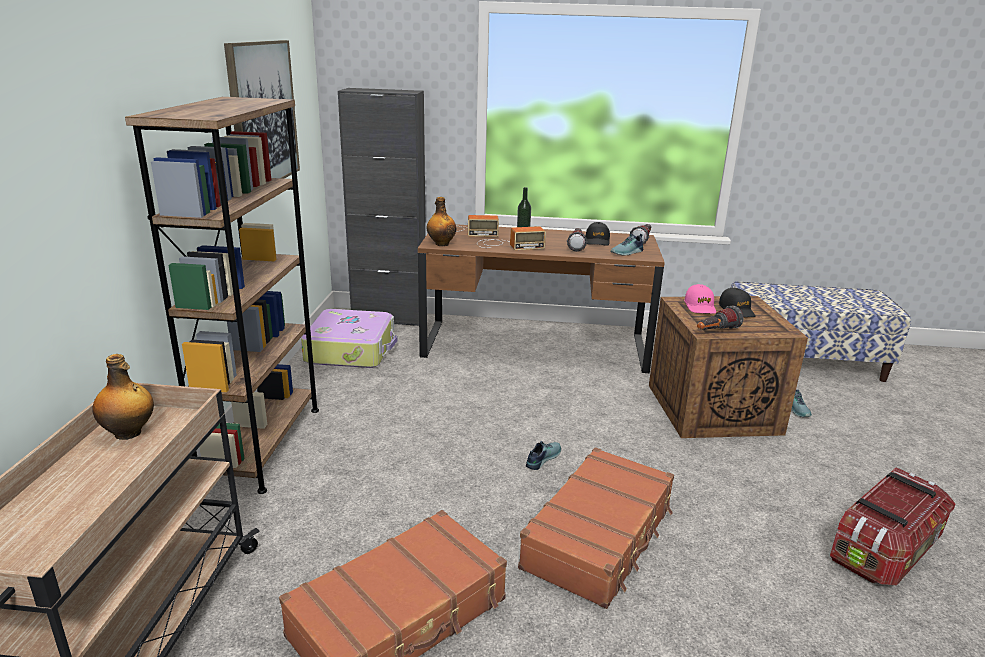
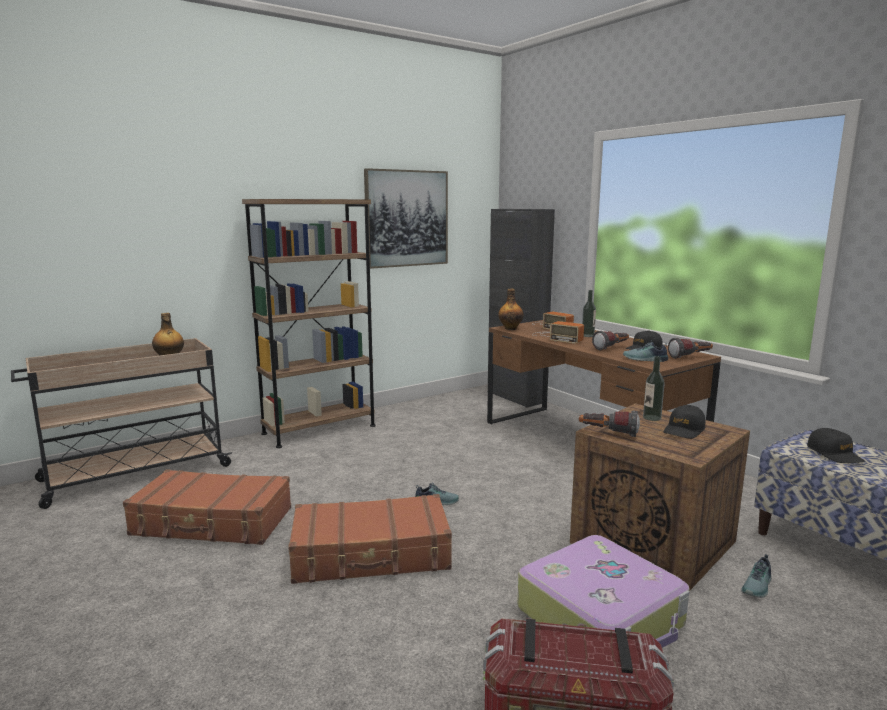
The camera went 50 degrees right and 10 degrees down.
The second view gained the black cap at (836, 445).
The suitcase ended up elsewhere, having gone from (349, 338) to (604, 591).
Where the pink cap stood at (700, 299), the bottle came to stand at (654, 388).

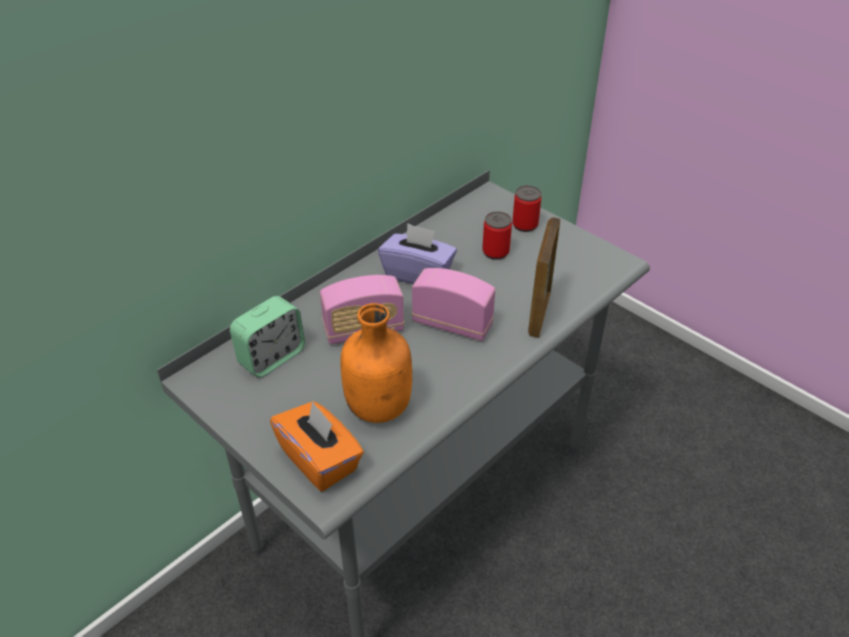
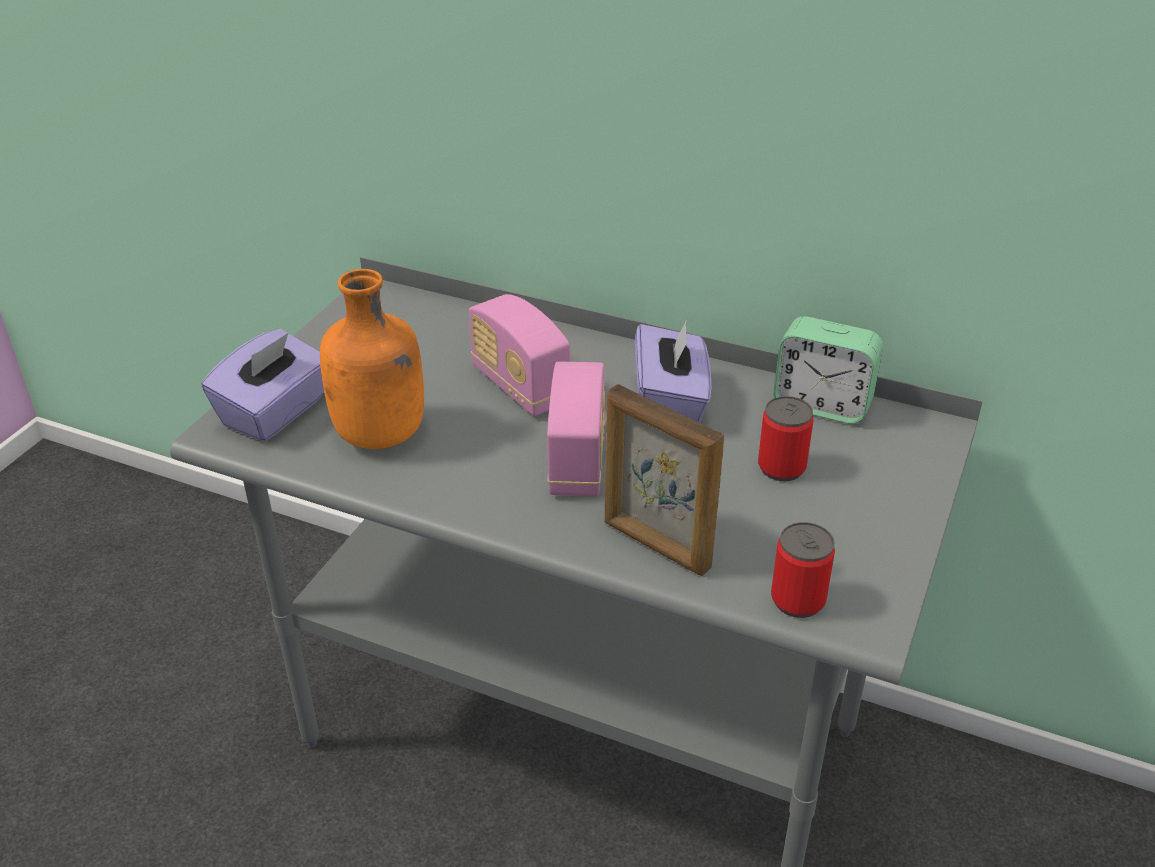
The camera went 70 degrees right and 5 degrees down.
The alarm clock ended up elsewhere, having gone from (267, 336) to (828, 370).
The can ended up elsewhere, having gone from (526, 209) to (803, 570).
What was the orange tissue box at (317, 446) turned into the purple tissue box at (262, 385).
The picture frame at (544, 277) ended up facing another way, 135 degrees counterclockwise from before.

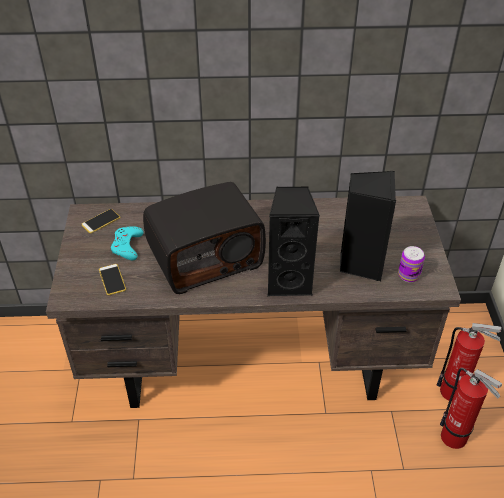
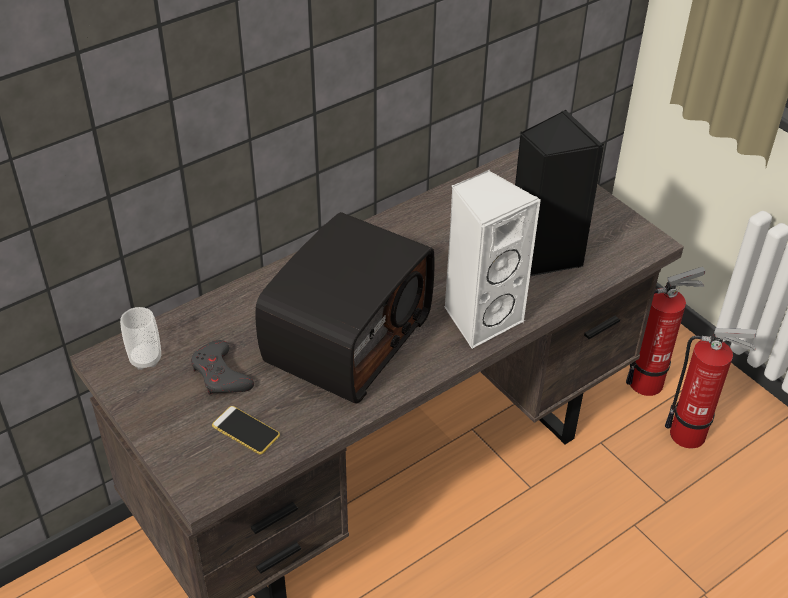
The camera went 35 degrees left and 0 degrees up.
The second view lost the can at (411, 264).
Where the phone stood at (100, 221), the cup came to stand at (140, 338).
What was the turquoise game controller at (127, 243) turned into the grey game controller at (222, 367).
What was the black speaker at (293, 241) turned into the white speaker at (492, 259).

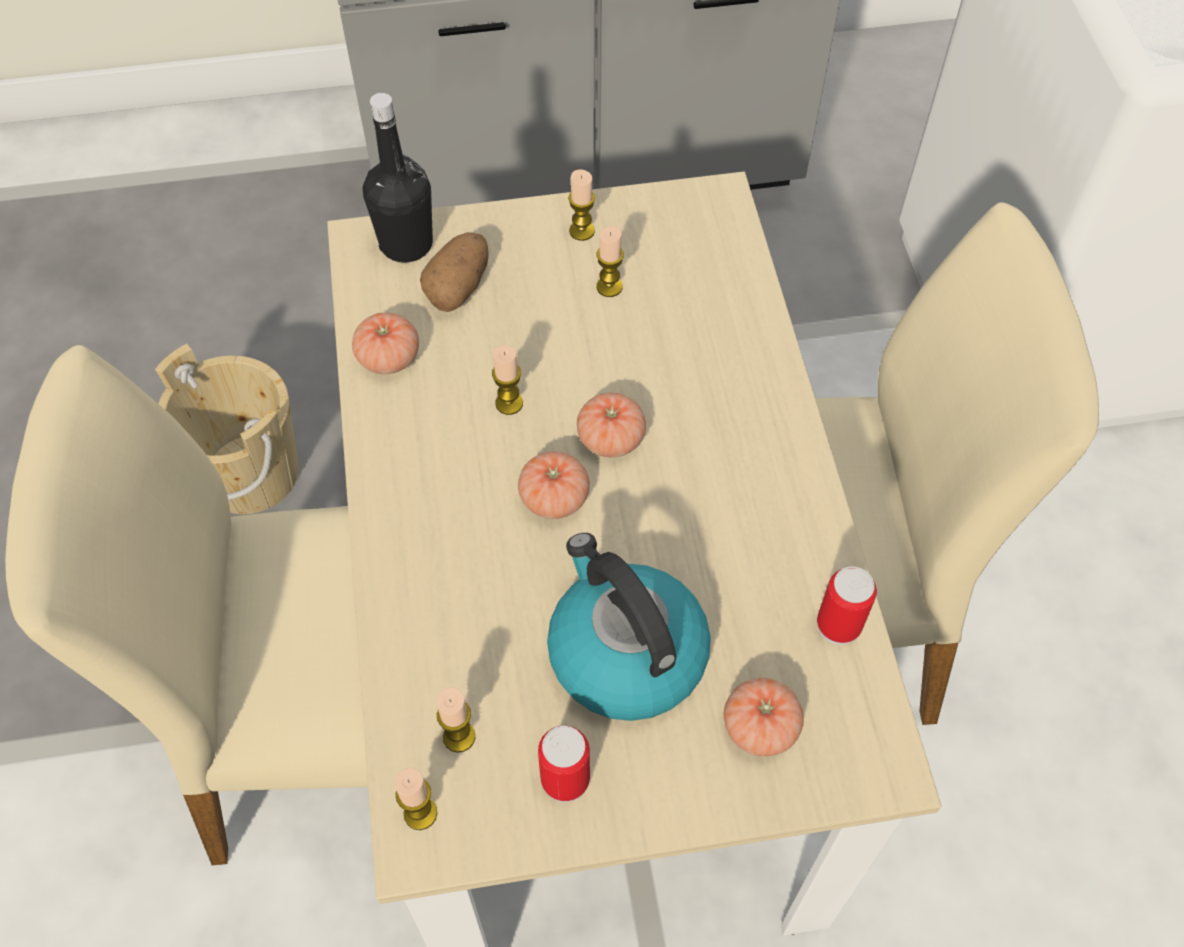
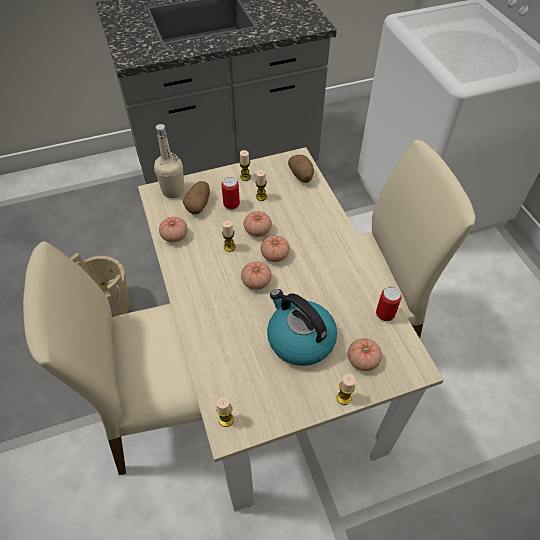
The camera went 10 degrees left and 5 degrees down.
The second view gained the tomato at (258, 224).
The second view gained the potato at (301, 169).
The candle ended up elsewhere, having gone from (456, 720) to (346, 389).
The can ended up elsewhere, having gone from (564, 764) to (230, 194).
What was the black bottle at (398, 178) turned into the beige bottle at (169, 161).

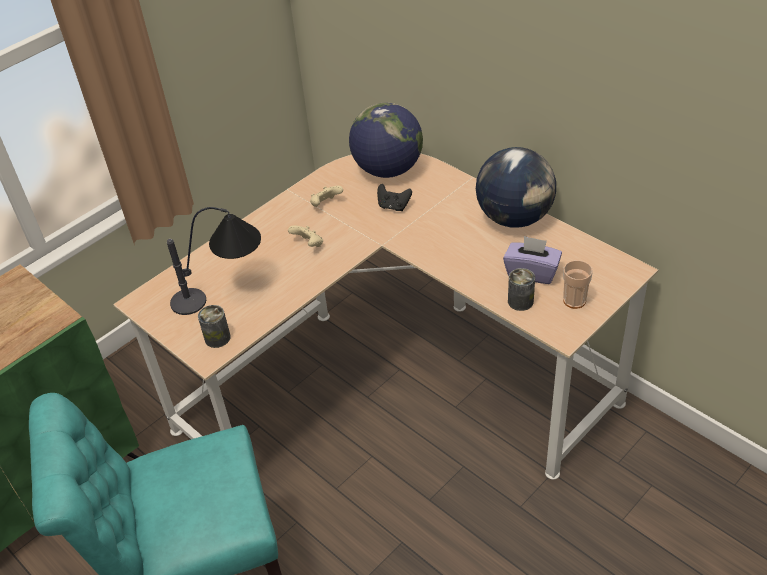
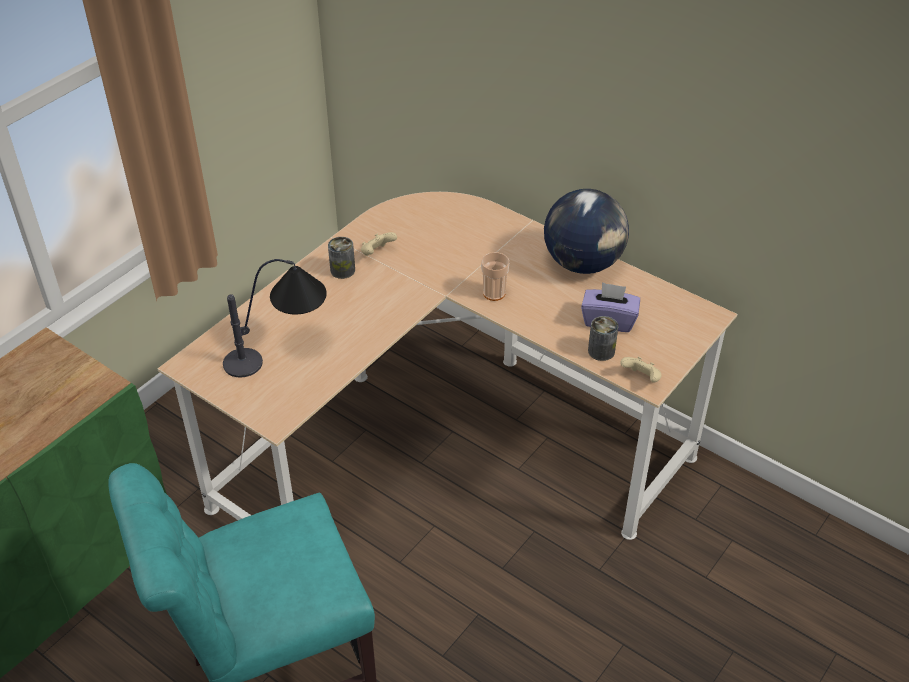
The camera went 10 degrees left and 0 degrees up.
The second view lost the globe at (386, 140).
The second view lost the black game controller at (394, 197).
The can ended up elsewhere, having gone from (214, 326) to (341, 258).
The beige game controller ended up elsewhere, having gone from (305, 236) to (641, 370).
The cup ended up elsewhere, having gone from (578, 284) to (495, 276).

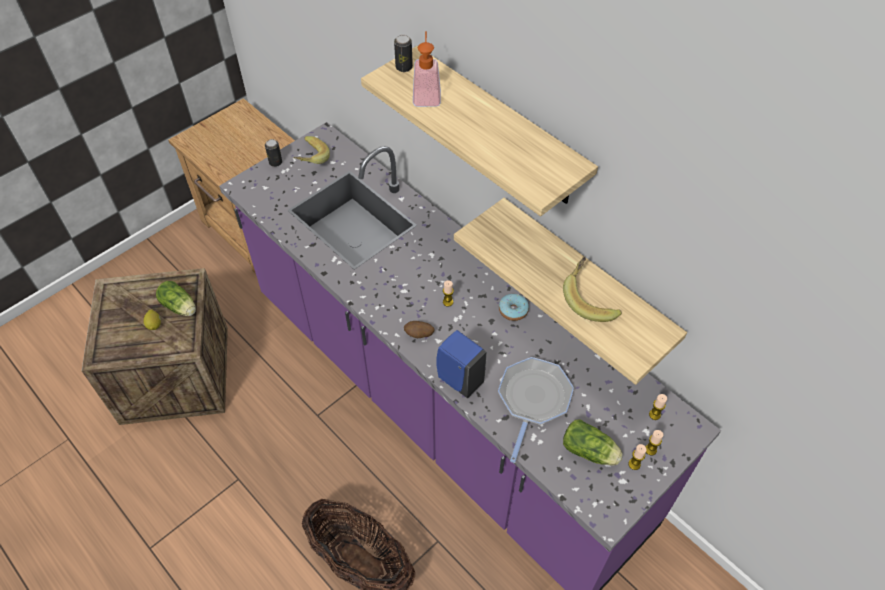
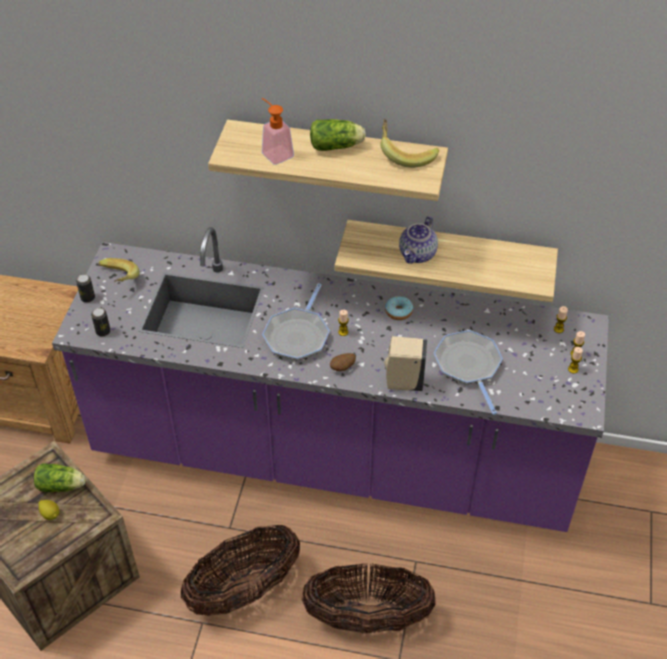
The camera went 35 degrees left and 5 degrees down.
The second view gained the basket at (240, 570).
The second view gained the frying pan at (296, 322).
The second view gained the teapot at (418, 240).
The can ended up elsewhere, having gone from (403, 53) to (100, 322).
The banana ended up elsewhere, having gone from (592, 289) to (409, 143).
The lettuce ended up elsewhere, having gone from (593, 443) to (338, 135).
What was the blue soap dispenser at (461, 364) turned into the beige soap dispenser at (405, 363).

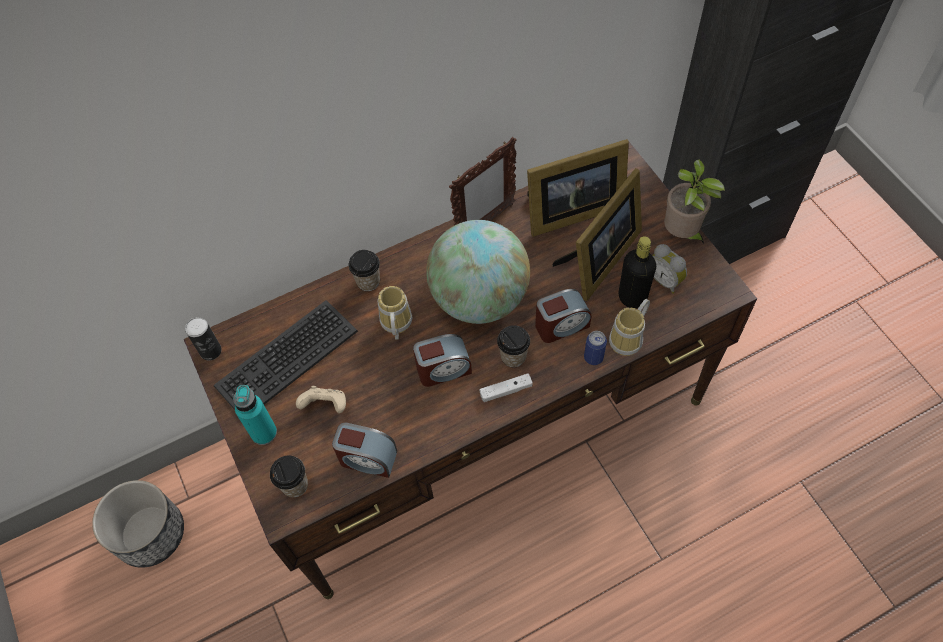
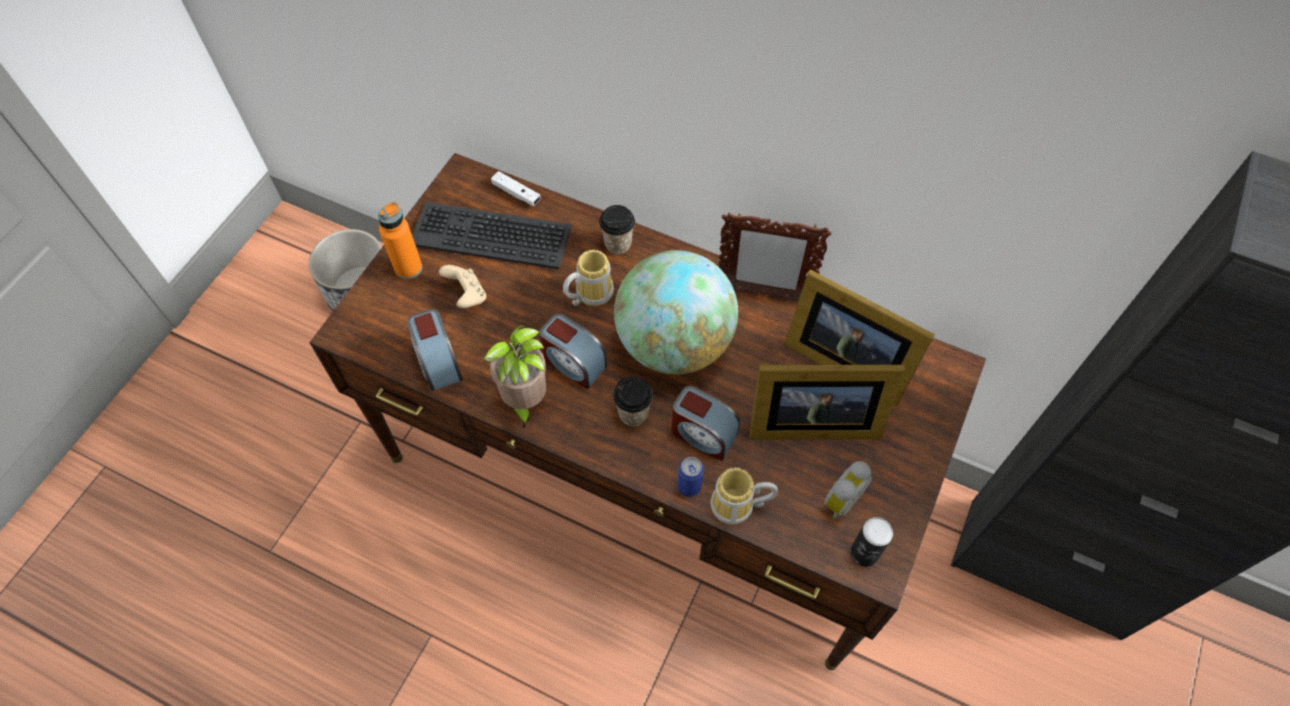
The camera went 50 degrees right and 0 degrees up.
The second view lost the cup at (289, 476).
The second view lost the black bottle at (637, 272).
The can ended up elsewhere, having gone from (203, 338) to (872, 542).
The white game controller ended up elsewhere, having gone from (506, 388) to (516, 188).
The potted plant ended up elsewhere, having gone from (694, 201) to (515, 377).
What was the turquoise bottle at (255, 415) turned into the orange bottle at (400, 240).
The alarm clock at (669, 269) ended up facing another way, 150 degrees counterclockwise from before.

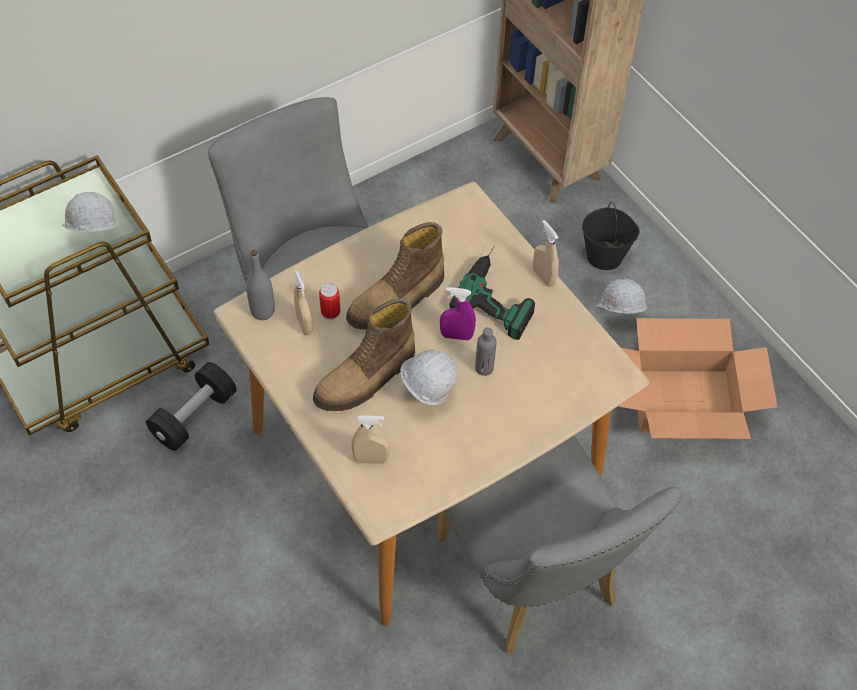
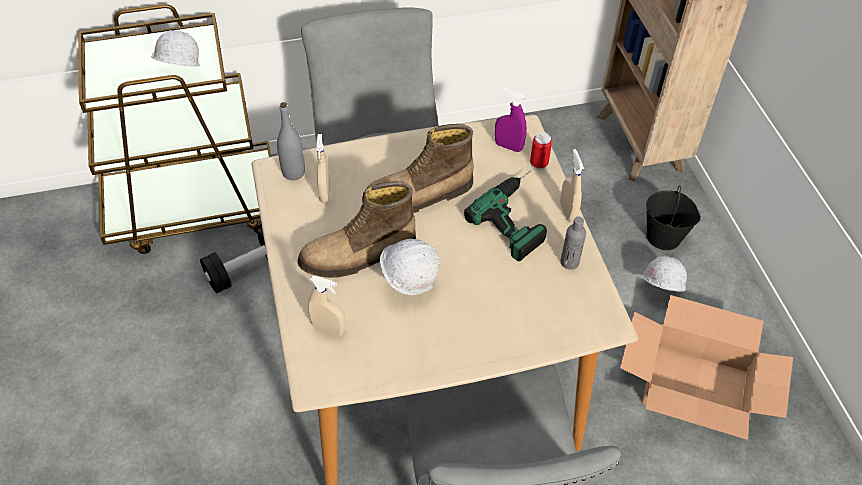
The camera went 20 degrees right and 5 degrees down.
The can ended up elsewhere, having gone from (329, 301) to (541, 151).
The purple spray bottle ended up elsewhere, having gone from (458, 313) to (511, 120).
The grey bottle ended up elsewhere, having gone from (486, 351) to (573, 243).

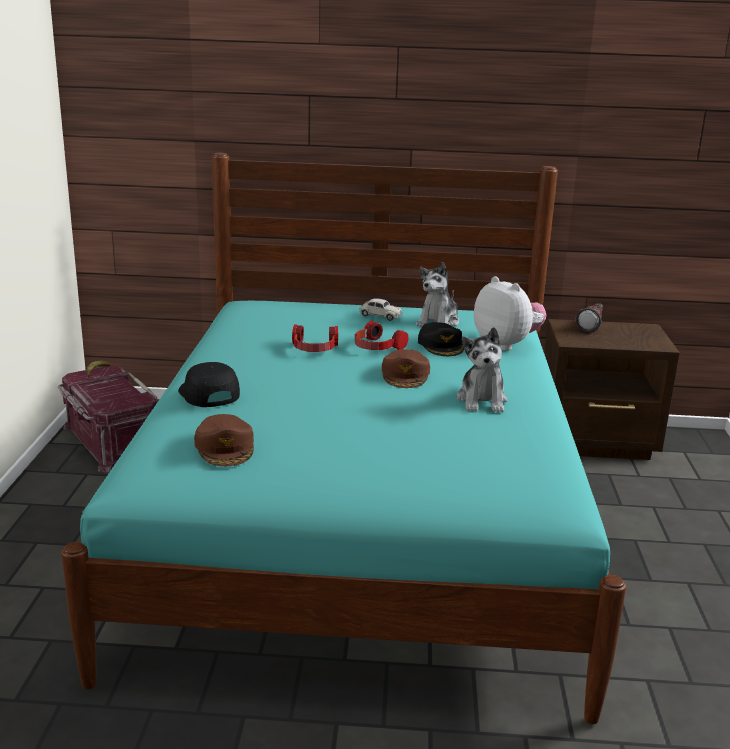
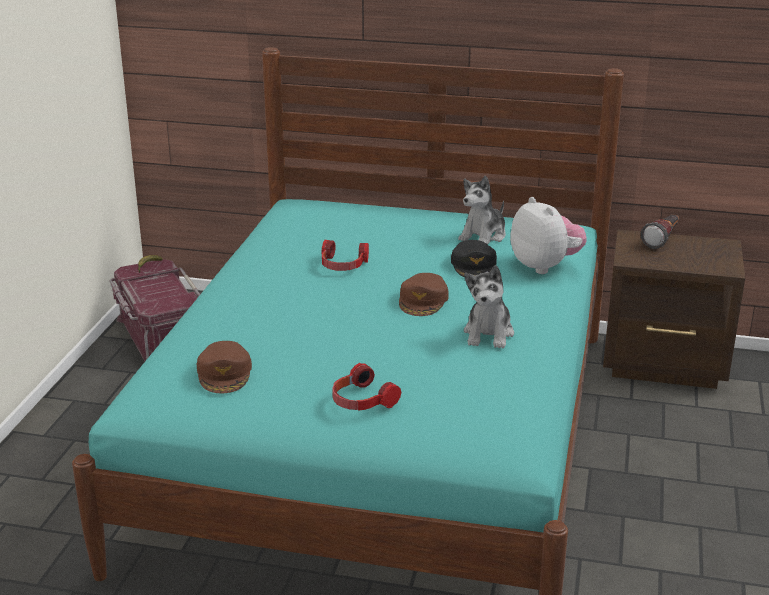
The camera went 10 degrees right and 5 degrees up.
The second view lost the black cap at (209, 384).
The second view lost the white toy car at (381, 309).
The headphones ended up elsewhere, having gone from (382, 335) to (366, 387).

